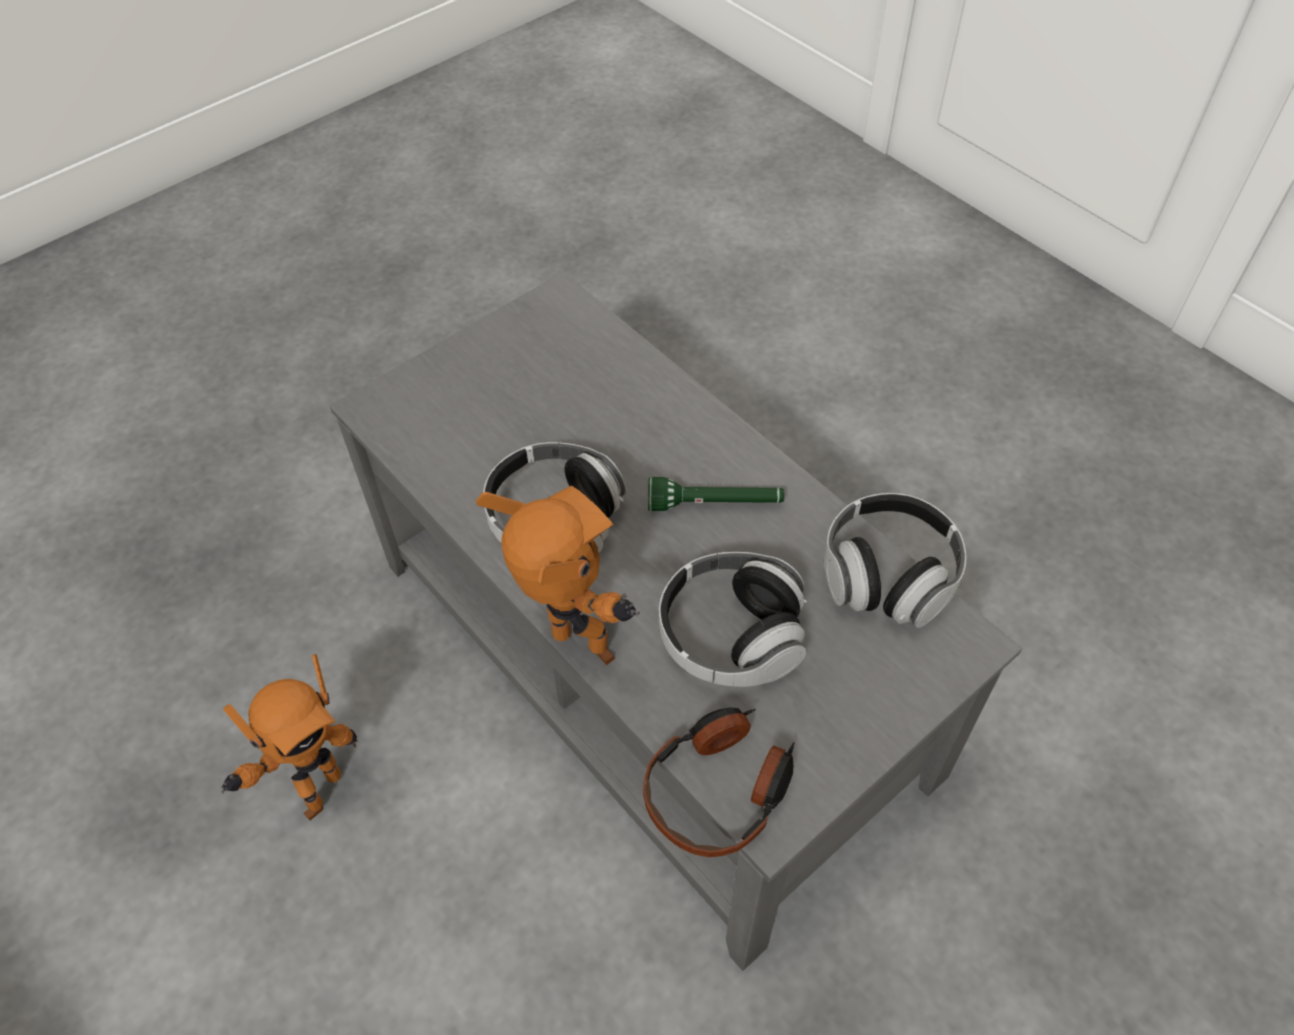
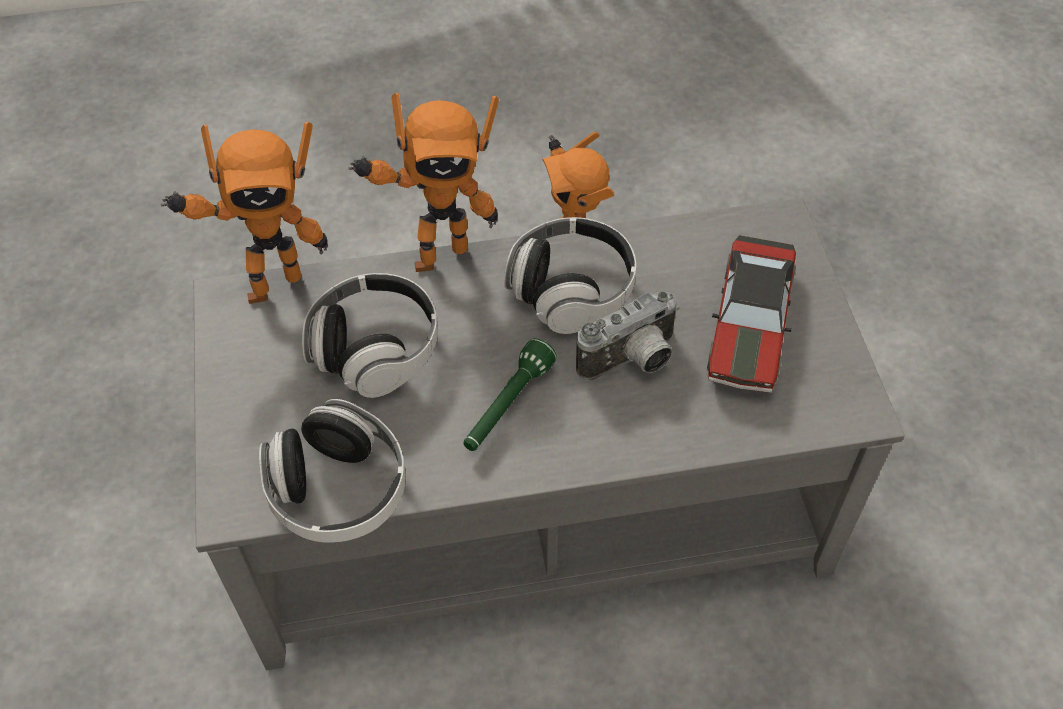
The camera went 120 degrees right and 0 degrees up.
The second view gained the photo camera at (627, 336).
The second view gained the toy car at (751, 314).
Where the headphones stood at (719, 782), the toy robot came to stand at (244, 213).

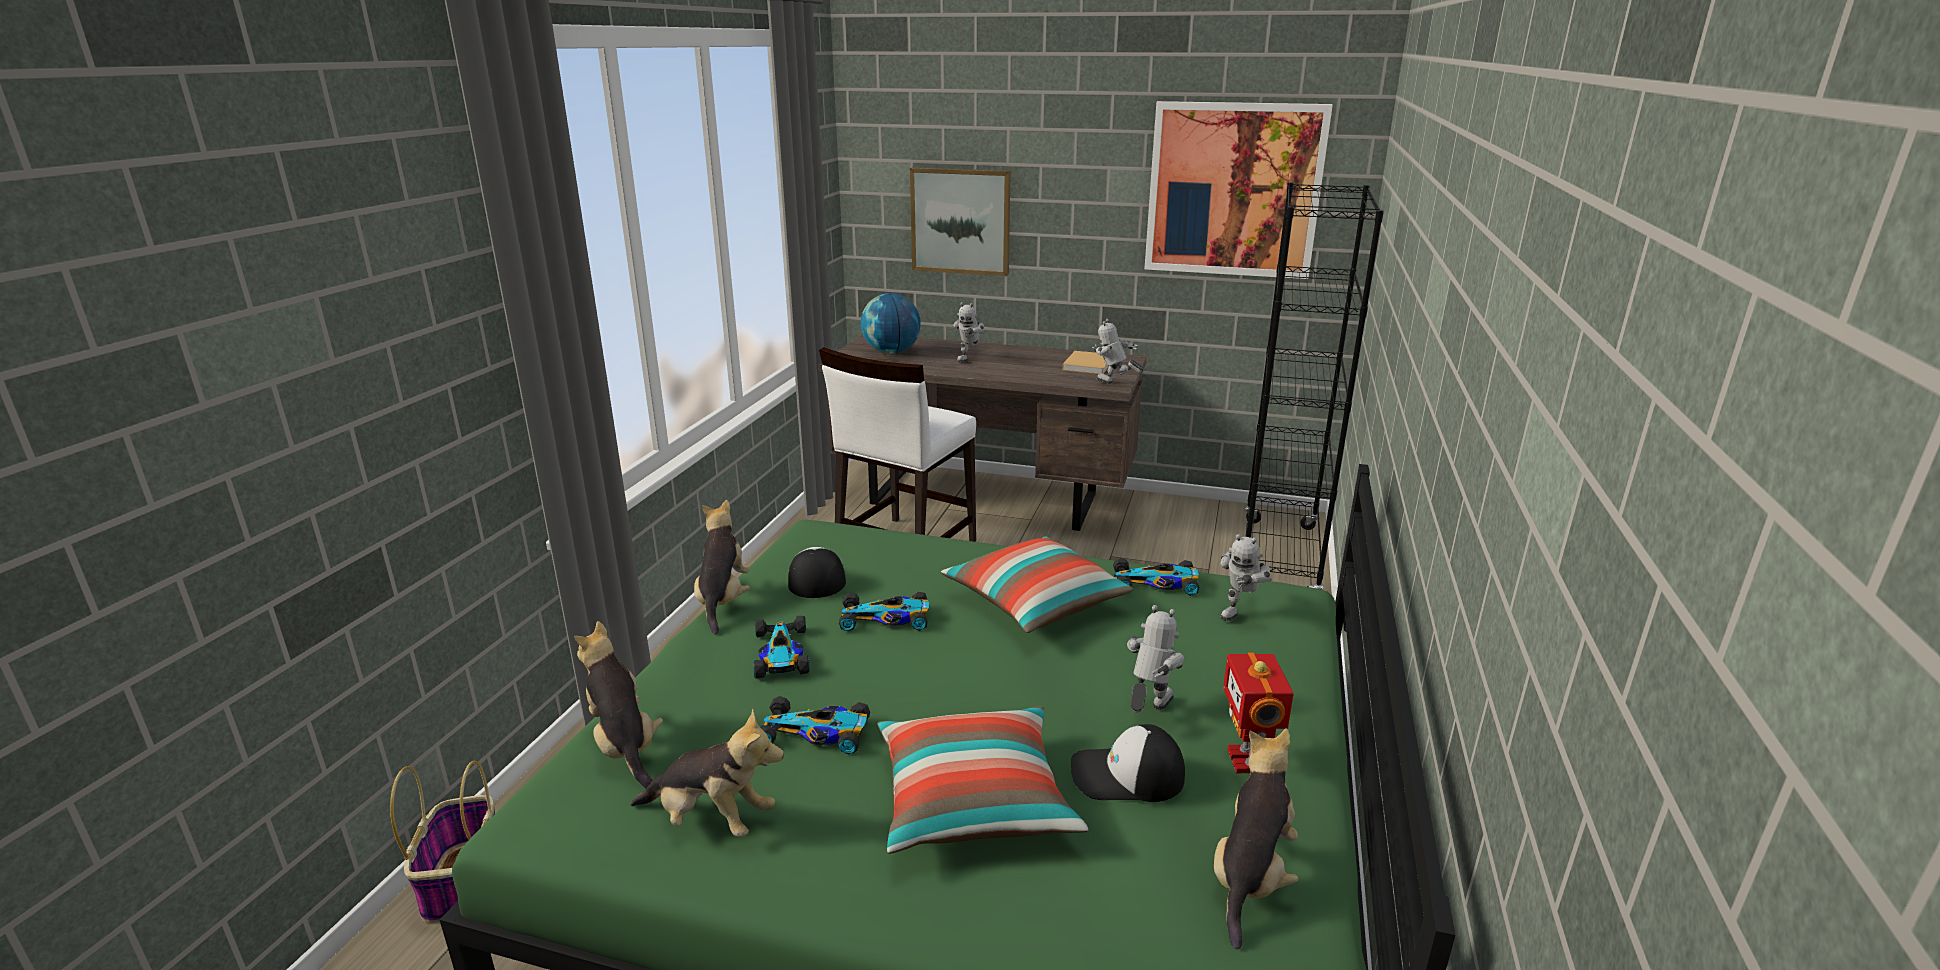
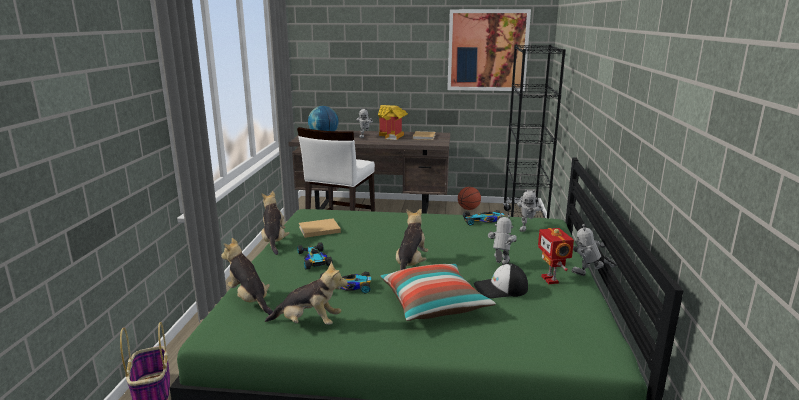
The camera went 10 degrees left and 5 degrees down.
The second view lost the toy car at (884, 611).
The second view lost the picture at (960, 221).
The second view lost the pillow at (1037, 585).
The second view gained the toy house at (393, 122).
The second view gained the basketball at (469, 198).
The toy robot ended up elsewhere, having gone from (1118, 351) to (594, 250).
The plush toy ended up elsewhere, having gone from (1256, 838) to (412, 239).
Where the cap stood at (817, 572), the beige book came to stand at (320, 228).

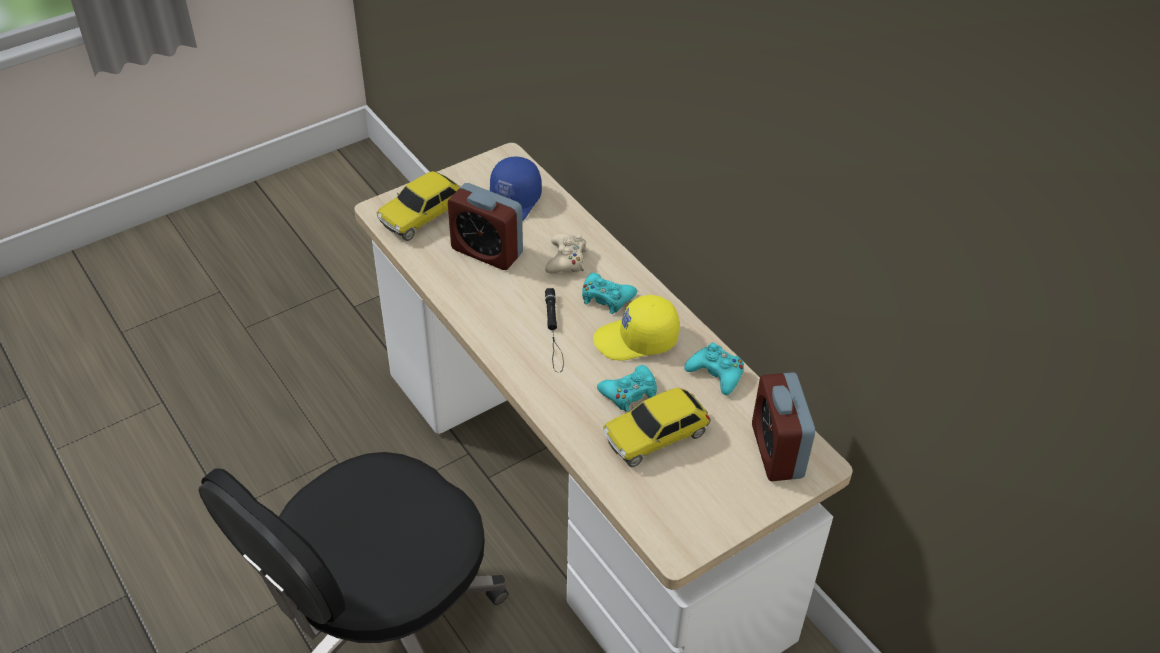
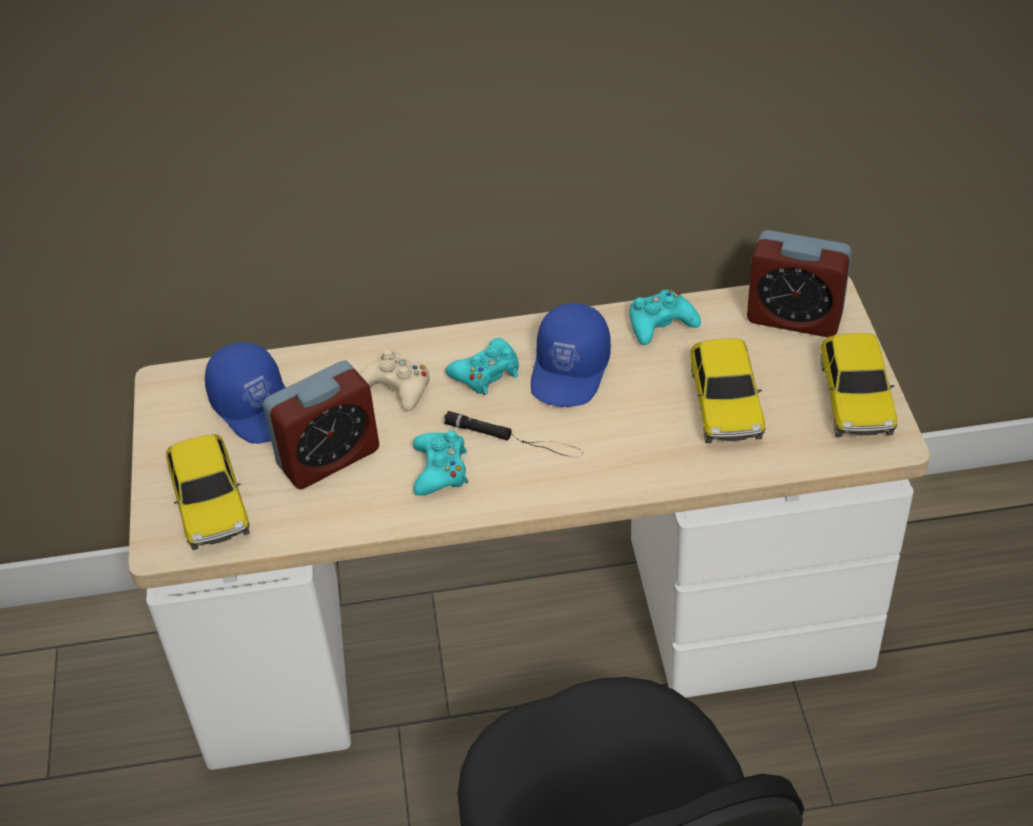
The camera went 60 degrees left and 0 degrees up.
The second view gained the toy car at (859, 385).
The turquoise game controller ended up elsewhere, having gone from (627, 388) to (440, 463).
What was the yellow cap at (636, 328) turned into the blue cap at (571, 355).

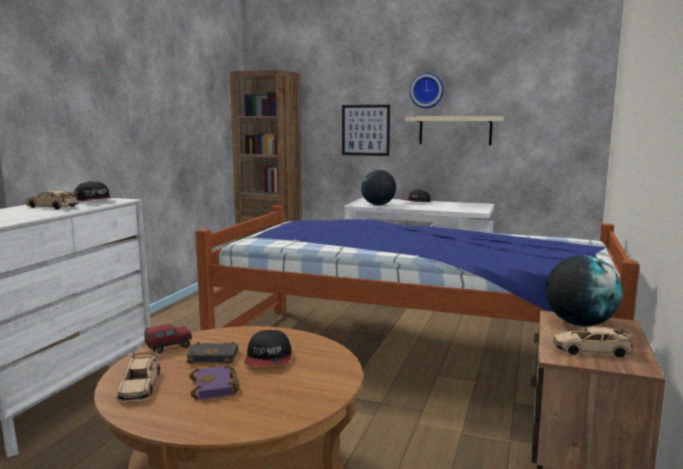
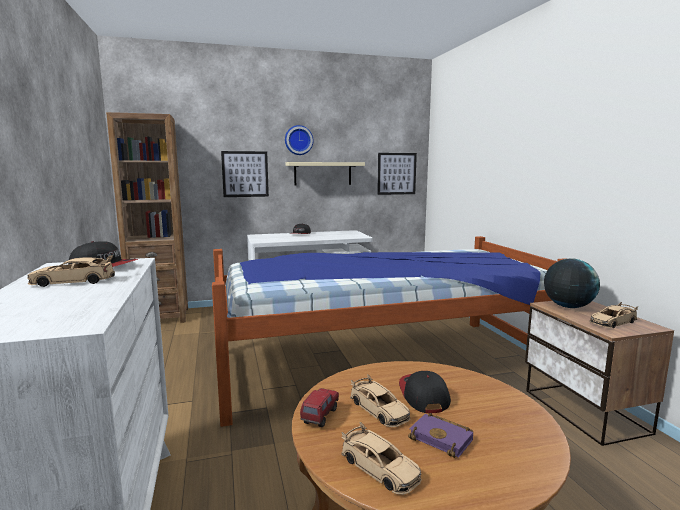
The camera went 35 degrees left and 0 degrees up.
The second view lost the globe at (378, 187).
The second view gained the picture at (397, 174).
Where the black book stood at (212, 352), the beige toy car came to stand at (380, 400).
The cap at (267, 348) ended up facing another way, 150 degrees counterclockwise from before.

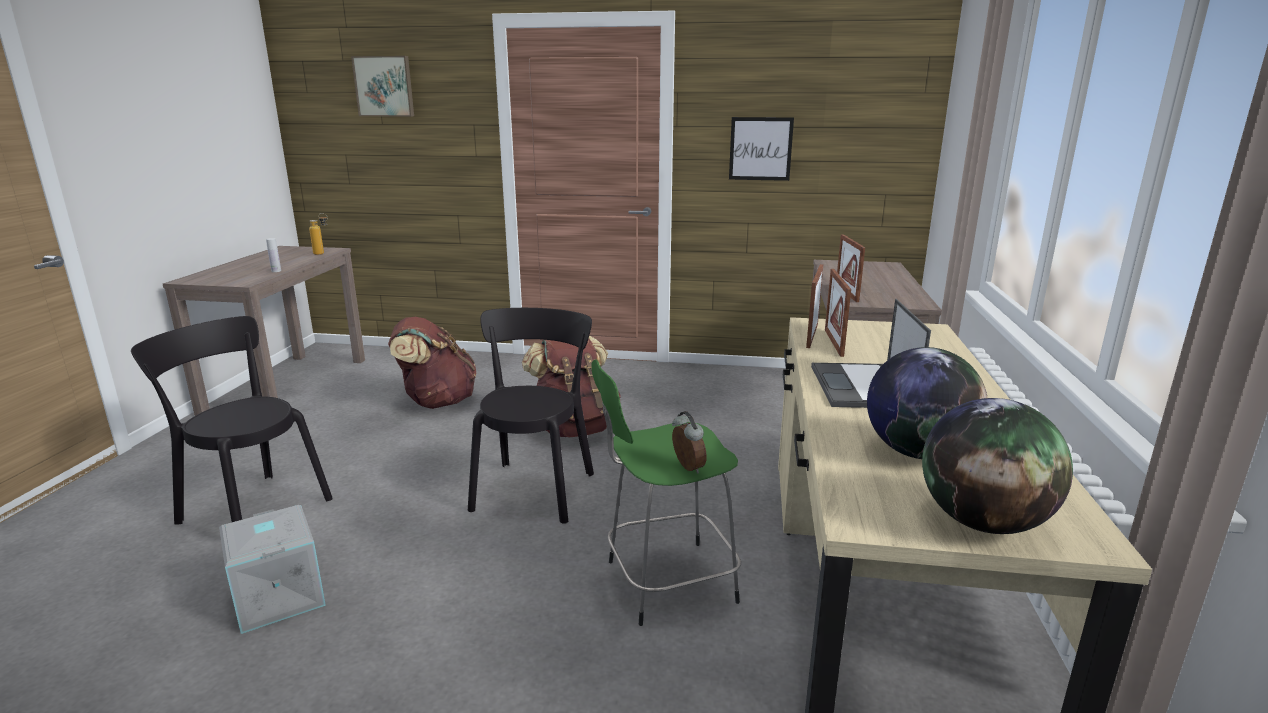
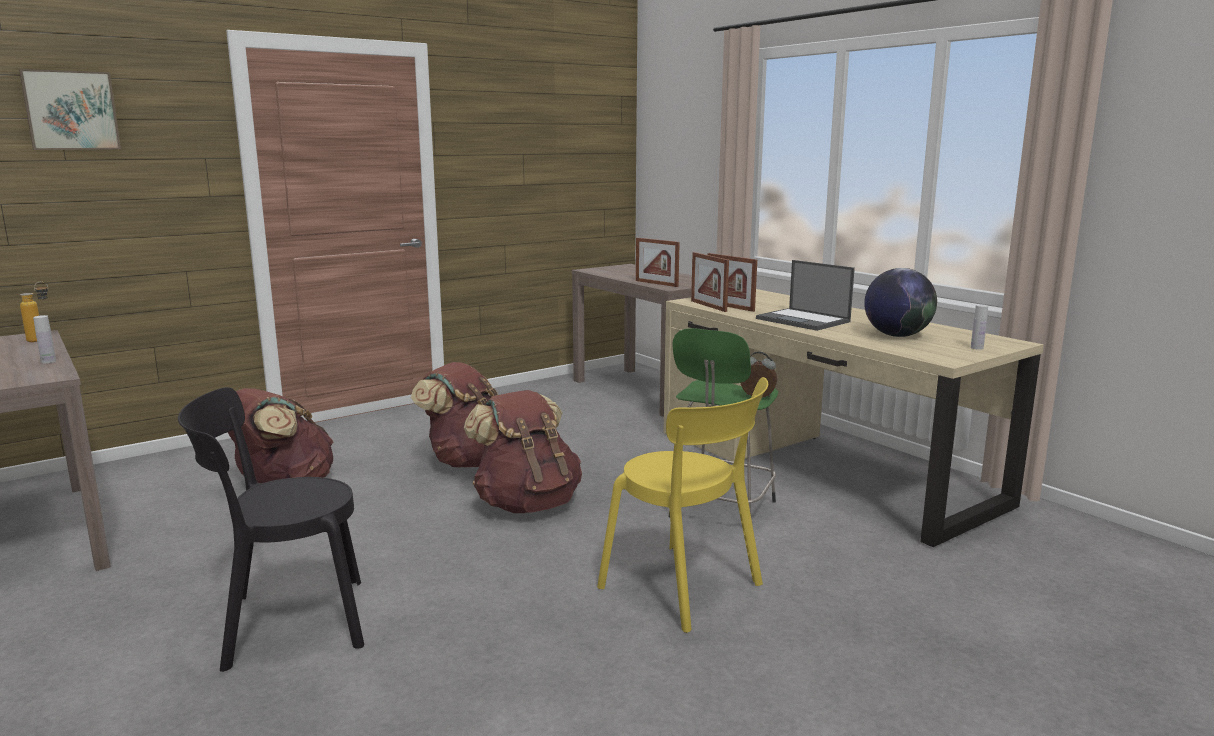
The camera went 45 degrees left and 5 degrees down.
The second view lost the grey storage box at (272, 569).
The second view lost the picture at (761, 149).
The second view gained the yellow chair at (682, 505).
Where the black chair stood at (531, 416), the brown backpack came to stand at (523, 451).
Where the globe stood at (997, 466), the white bottle came to stand at (979, 327).

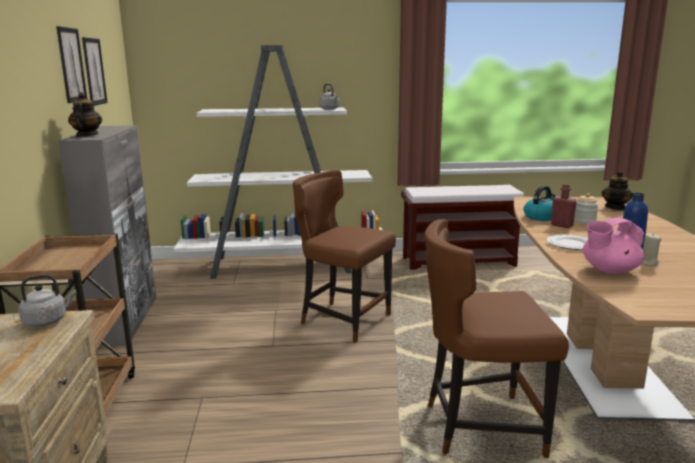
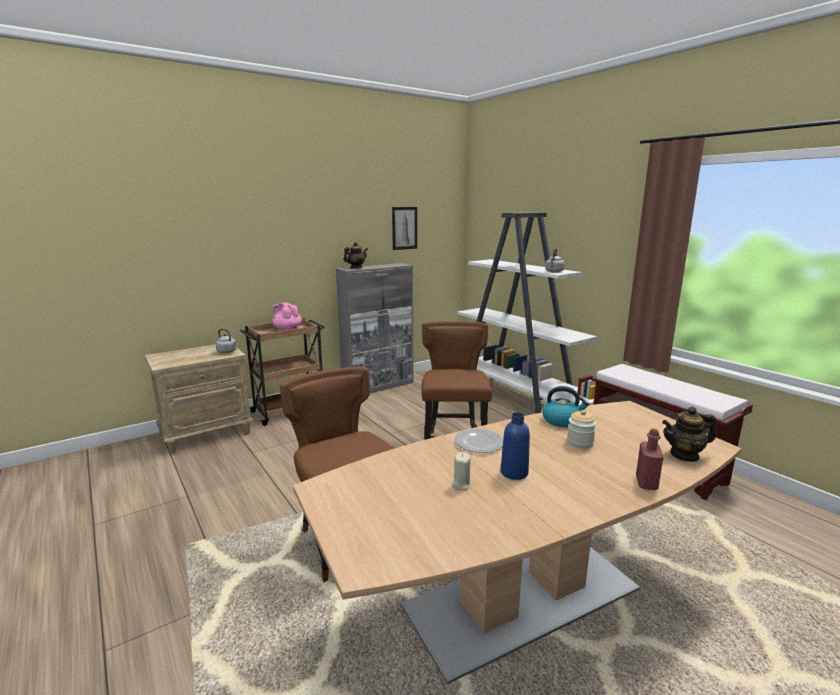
The camera went 60 degrees right and 0 degrees up.
The second view lost the picture at (71, 64).
The red bottle ended up elsewhere, having gone from (564, 206) to (649, 459).
The pink teapot ended up elsewhere, having gone from (613, 246) to (287, 316).

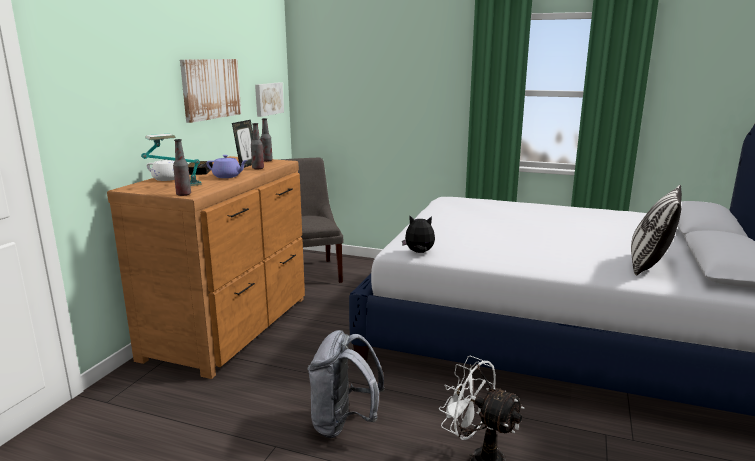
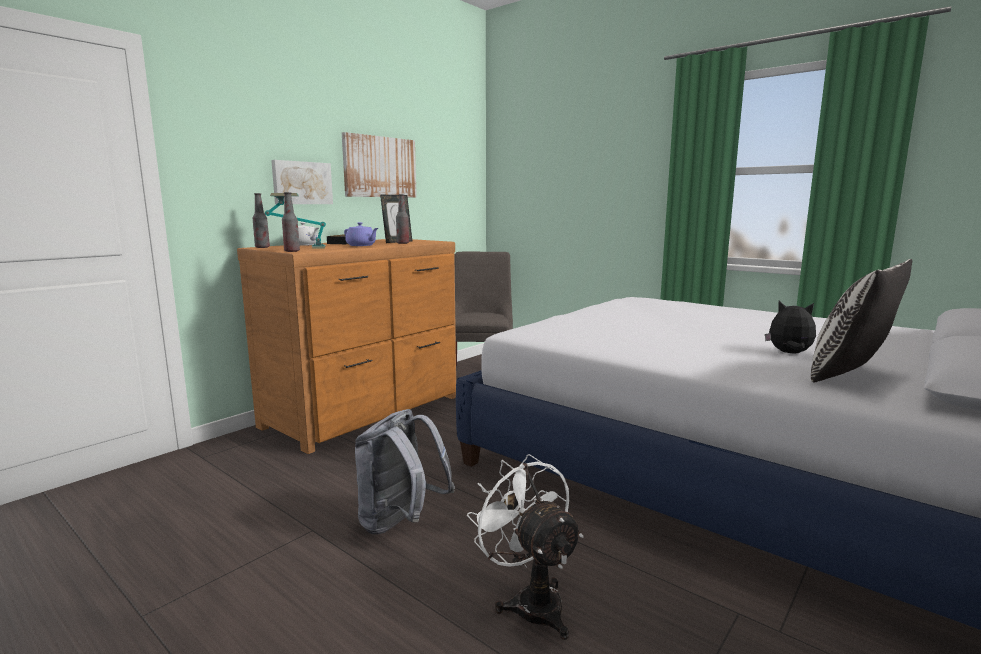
The camera went 20 degrees right and 5 degrees down.
The picture ended up elsewhere, having gone from (269, 99) to (302, 182).
The bottle ended up elsewhere, having gone from (266, 140) to (261, 220).
The plush toy ended up elsewhere, having gone from (418, 234) to (790, 327).

